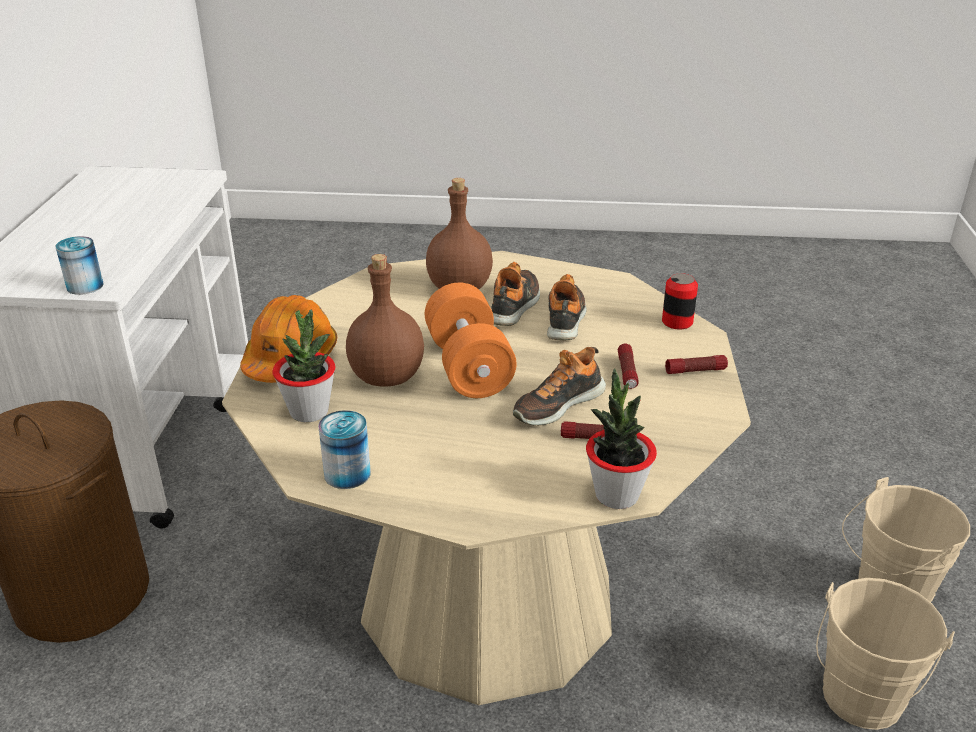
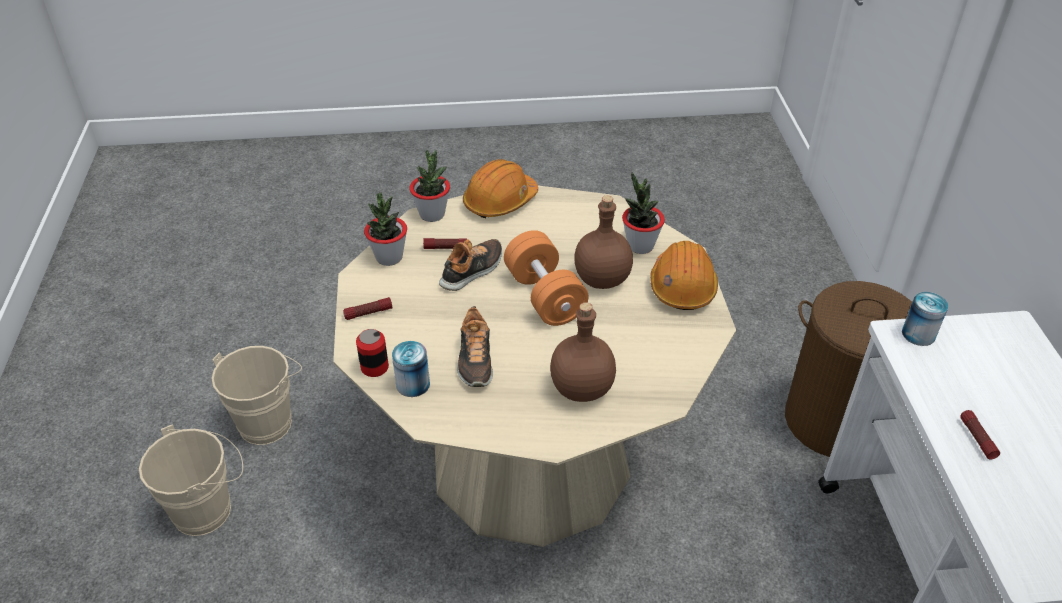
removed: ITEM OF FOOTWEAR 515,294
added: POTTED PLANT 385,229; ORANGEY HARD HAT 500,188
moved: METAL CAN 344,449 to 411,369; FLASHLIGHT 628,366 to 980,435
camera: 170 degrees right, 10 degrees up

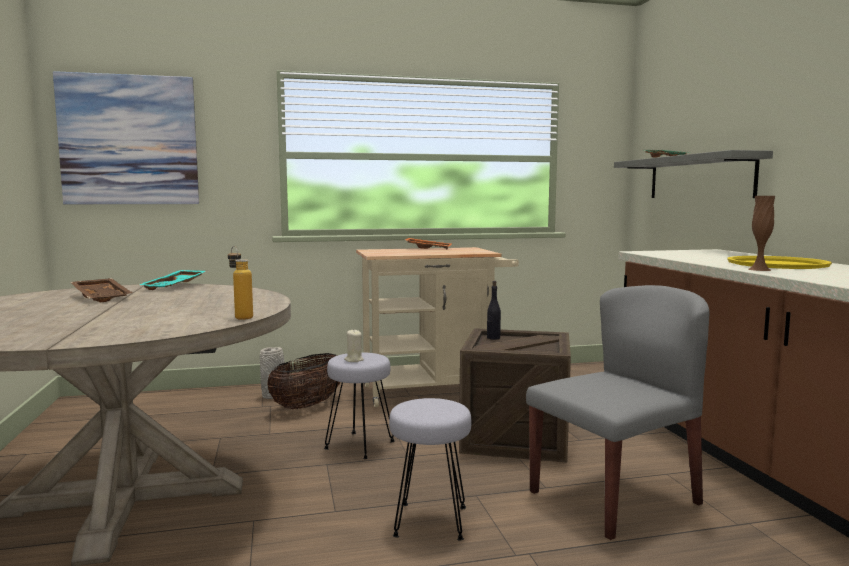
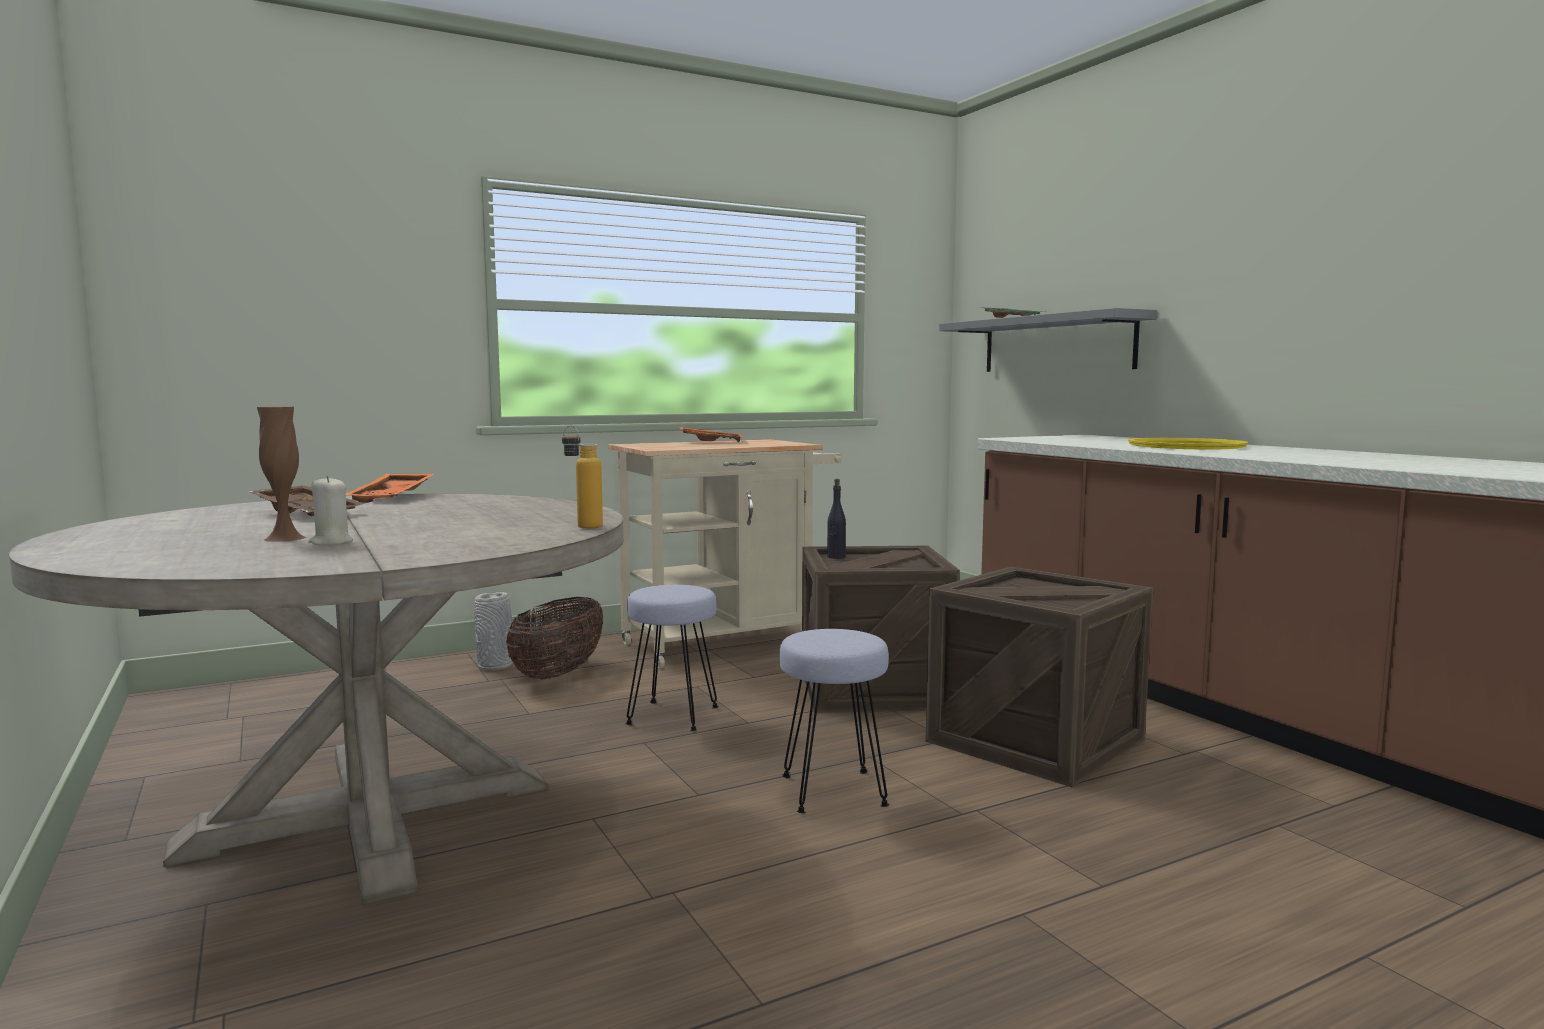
removed: WALL PICTURE 126,137
moved: BEIGE CANDLE 354,346 to 331,510; BROWNISH DECORATIVE VASE 761,233 to 281,474
replaced: GREY CHAIR 617,412 to PACKING CRATE 1039,677
recoloured: BLUE-GREEN SERVING TRAY 172,280 to ORANGEY SERVING TRAY 390,488
camera: 15 degrees left, 0 degrees up

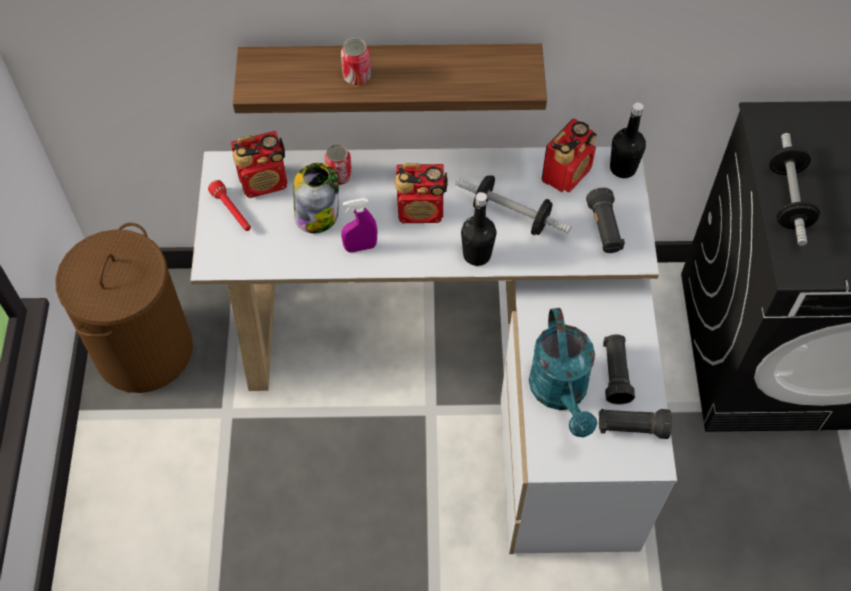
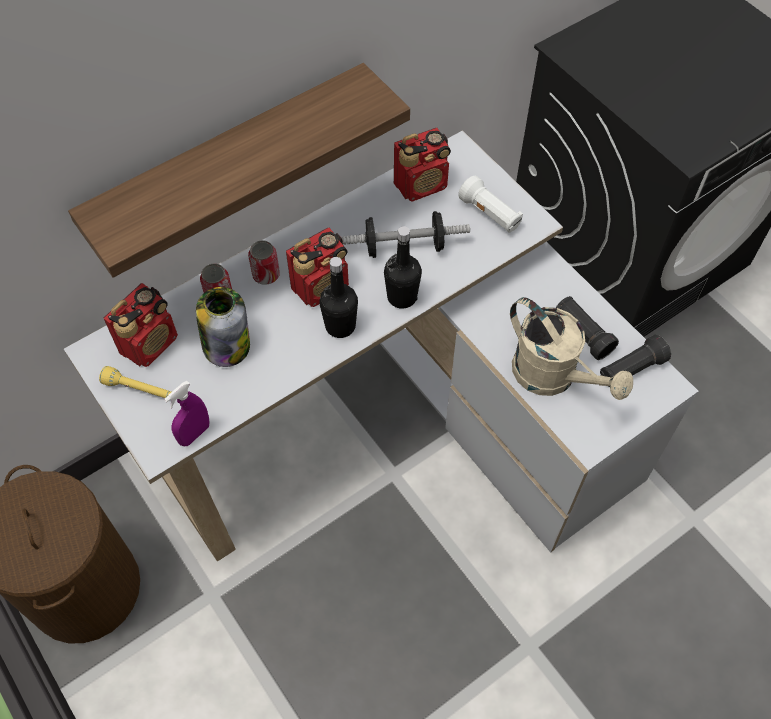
removed: HAND WEIGHT 794,189
moved: METAL CAN 356,61 to 264,263; PURPLE-COLOURED SPRAY BOTTLE 359,225 to 186,413; BLACKISH DRINK BOTTLE 628,140 to 338,297
recoloured: RED FLASHLIGHT 229,205 to YELLOW FLASHLIGHT 135,382; BLUE-GREEN WATERING CAN 563,372 to BEIGE WATERING CAN 571,348; BLACKISH FLASHLIGHT 605,220 to WHITE-COLOURED FLASHLIGHT 490,204
turned: RADIO RECEIVER 568,155 = 422,165 60 degrees clockwise
camera: 35 degrees left, 0 degrees up

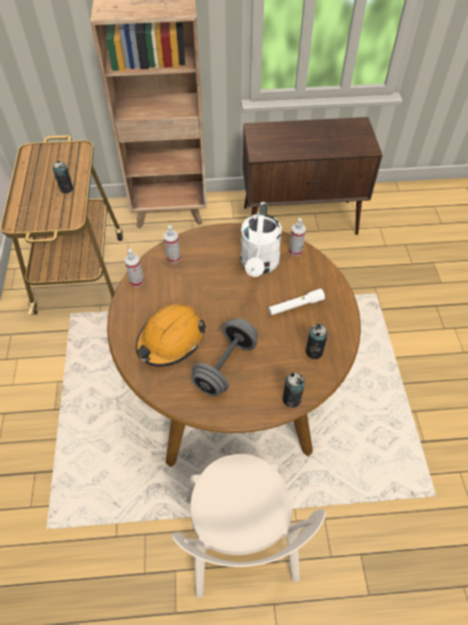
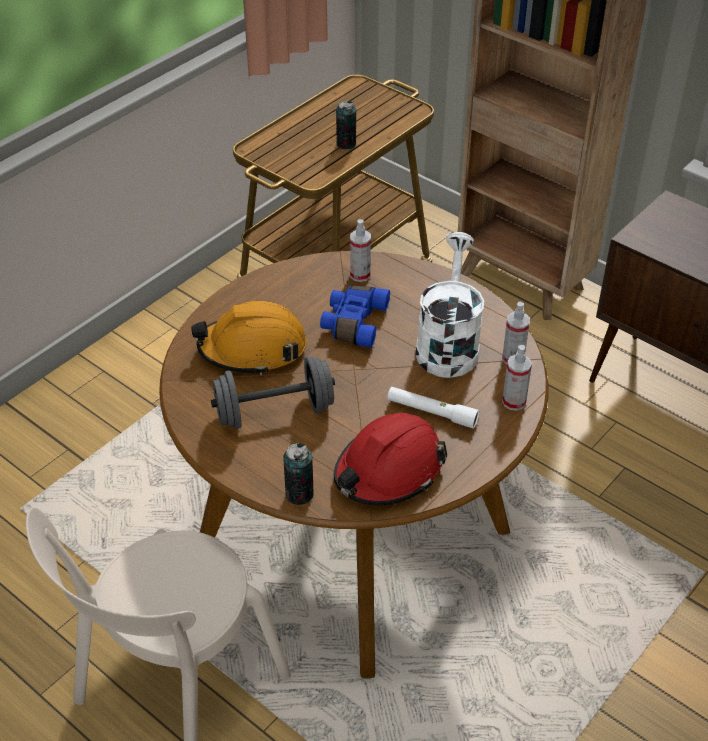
added: BLUE BINOCULARS 355,316
moved: SPRAY BOTTLE 134,268 to 517,378
replaced: METAL CAN 317,341 to RED HARD HAT 390,459
turned: WHITE-COLOURED WATERING CAN 261,239 = 449,305 135 degrees clockwise
camera: 45 degrees right, 10 degrees down

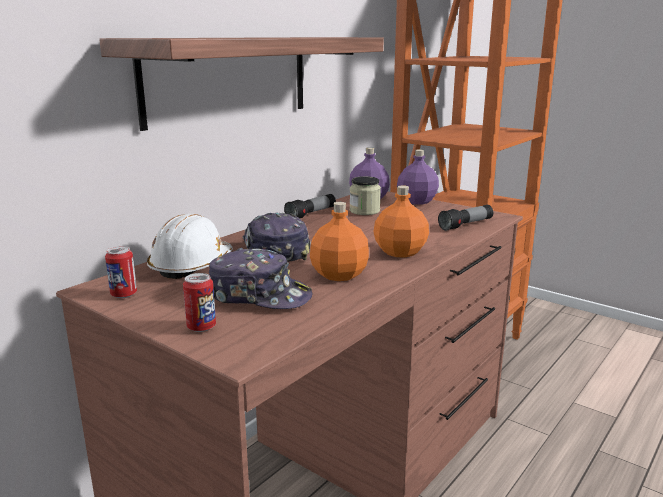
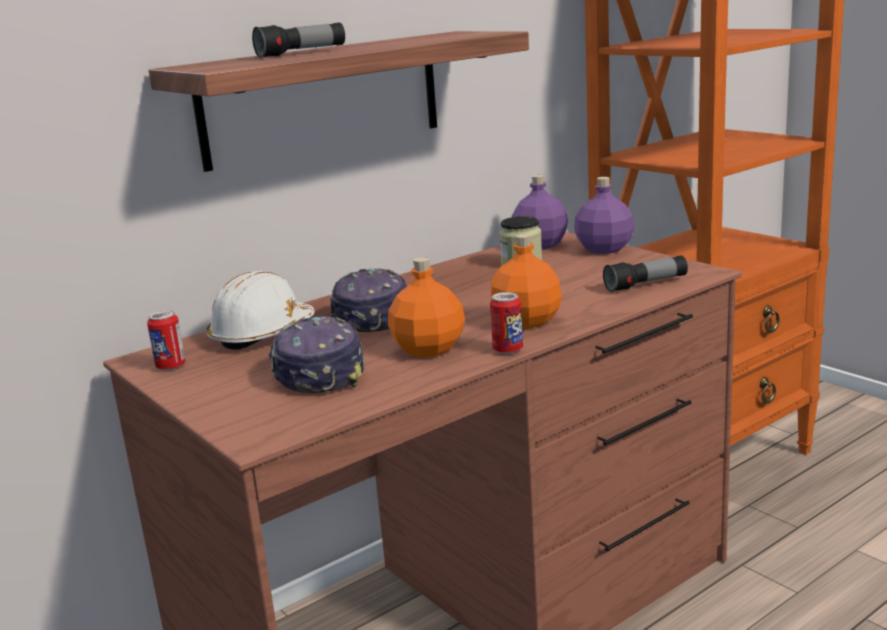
moved: METAL CAN 199,302 to 506,323; FLASHLIGHT 310,206 to 298,40
turned: CAP 260,278 = 316,354 135 degrees counterclockwise
camera: 15 degrees right, 0 degrees up

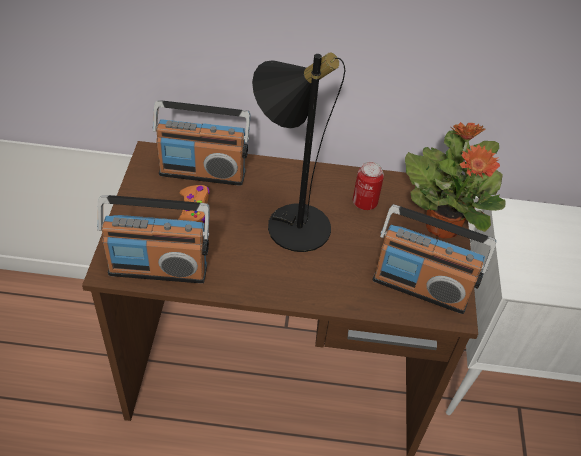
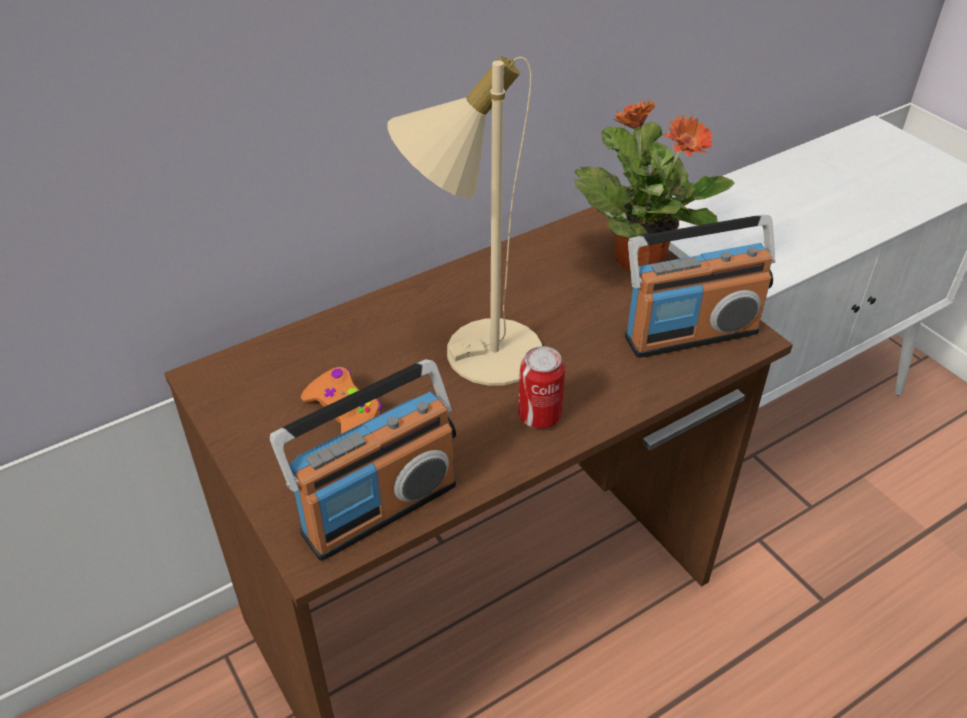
removed: RADIO RECEIVER 201,143
moved: METAL CAN 368,186 to 541,387
recoloured: BLACKISH TABLETOP LAMP 298,152 to BEIGE TABLETOP LAMP 465,221
camera: 35 degrees left, 5 degrees down

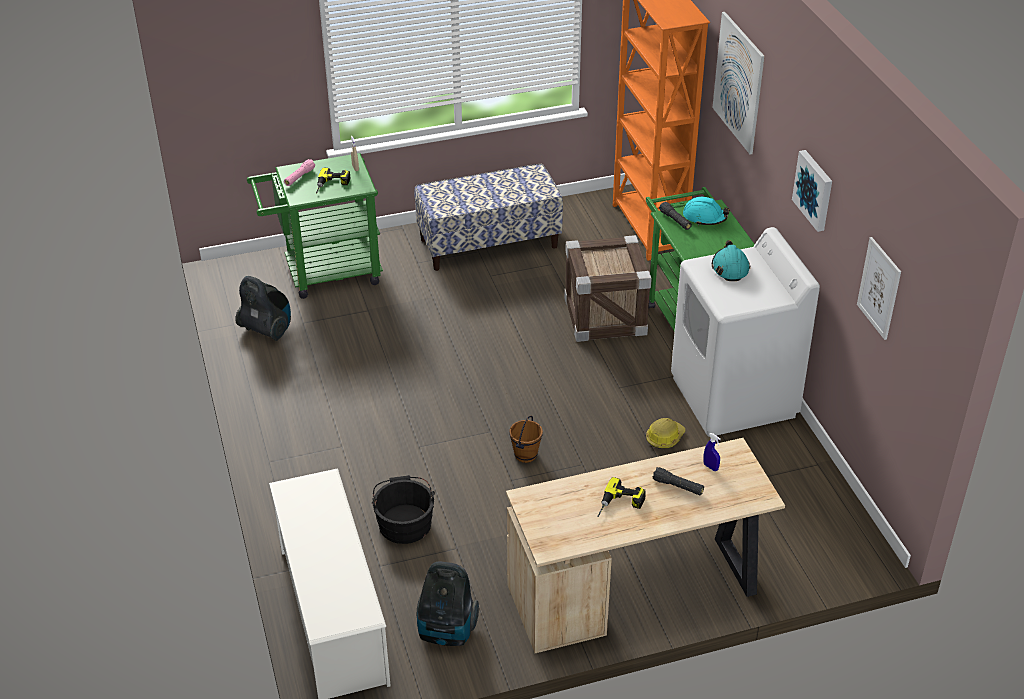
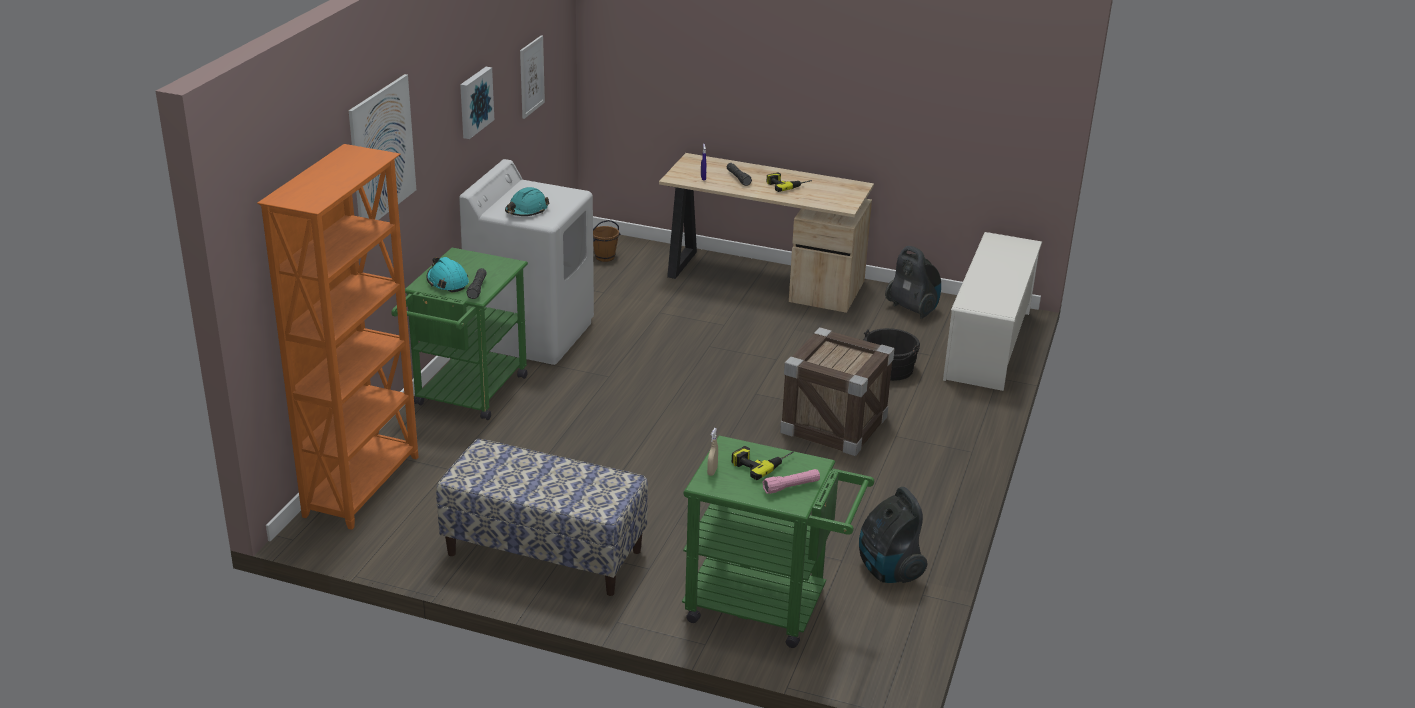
removed: HARD HAT 665,433
moved: BROWNISH BUCKET 526,439 to 606,241; PACKING CRATE 608,288 to 837,391
camera: 145 degrees left, 10 degrees down

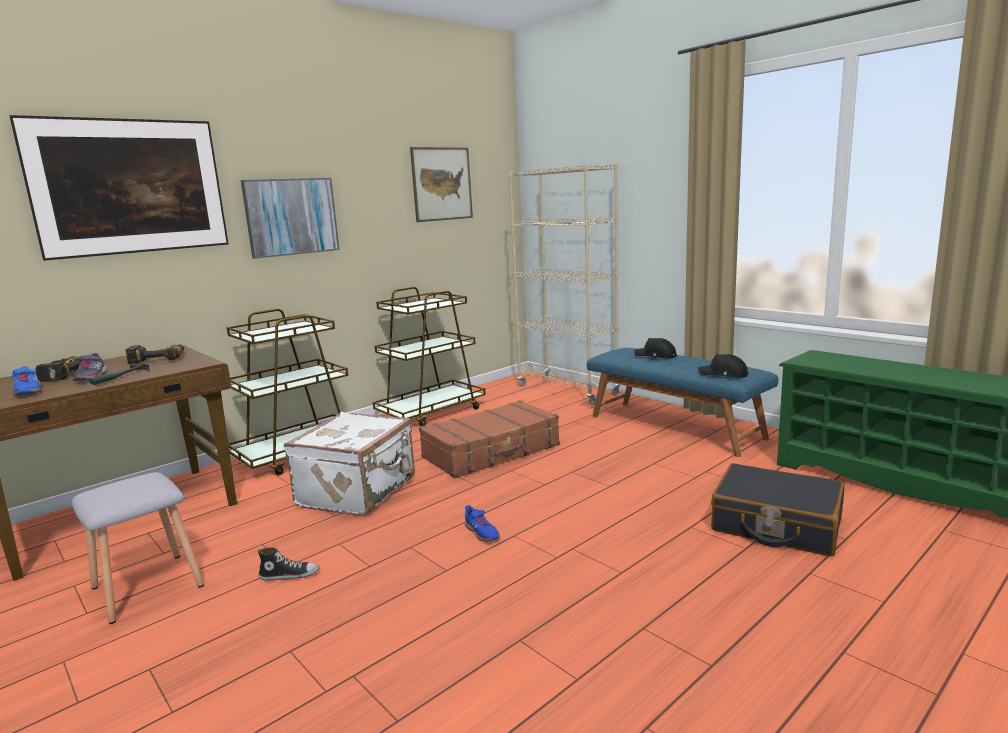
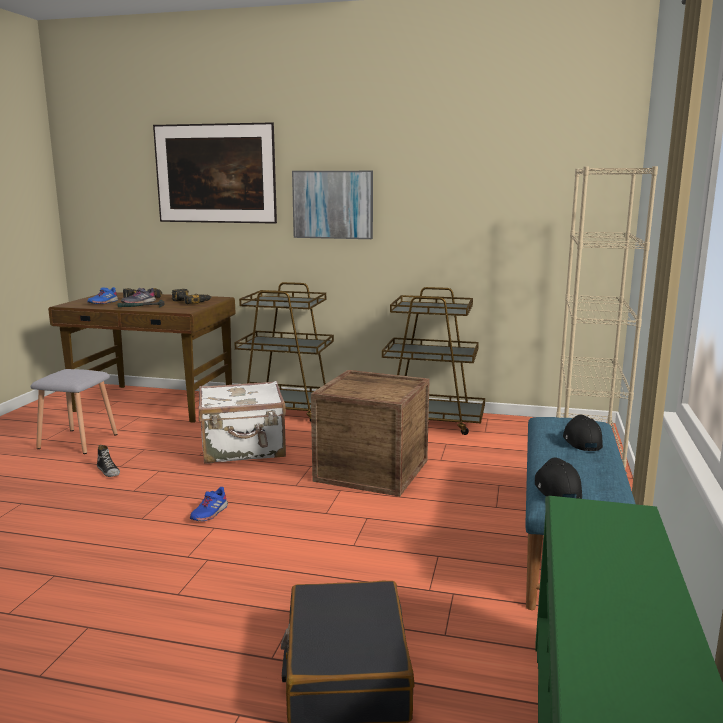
removed: WALL PICTURE 441,184
replaced: BROWNISH PIECE OF LUGGAGE 489,439 to PACKING CRATE 370,433
camera: 55 degrees right, 0 degrees up

